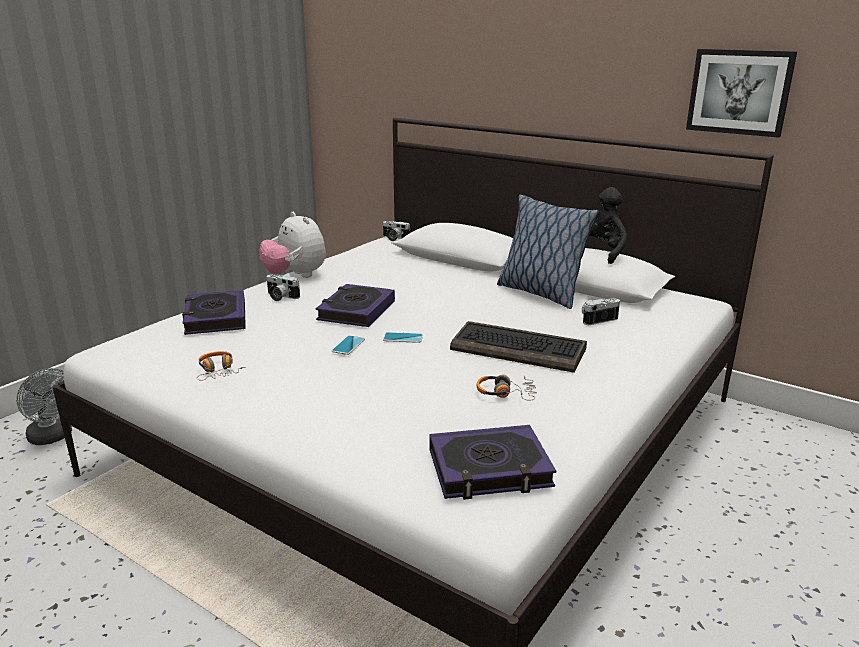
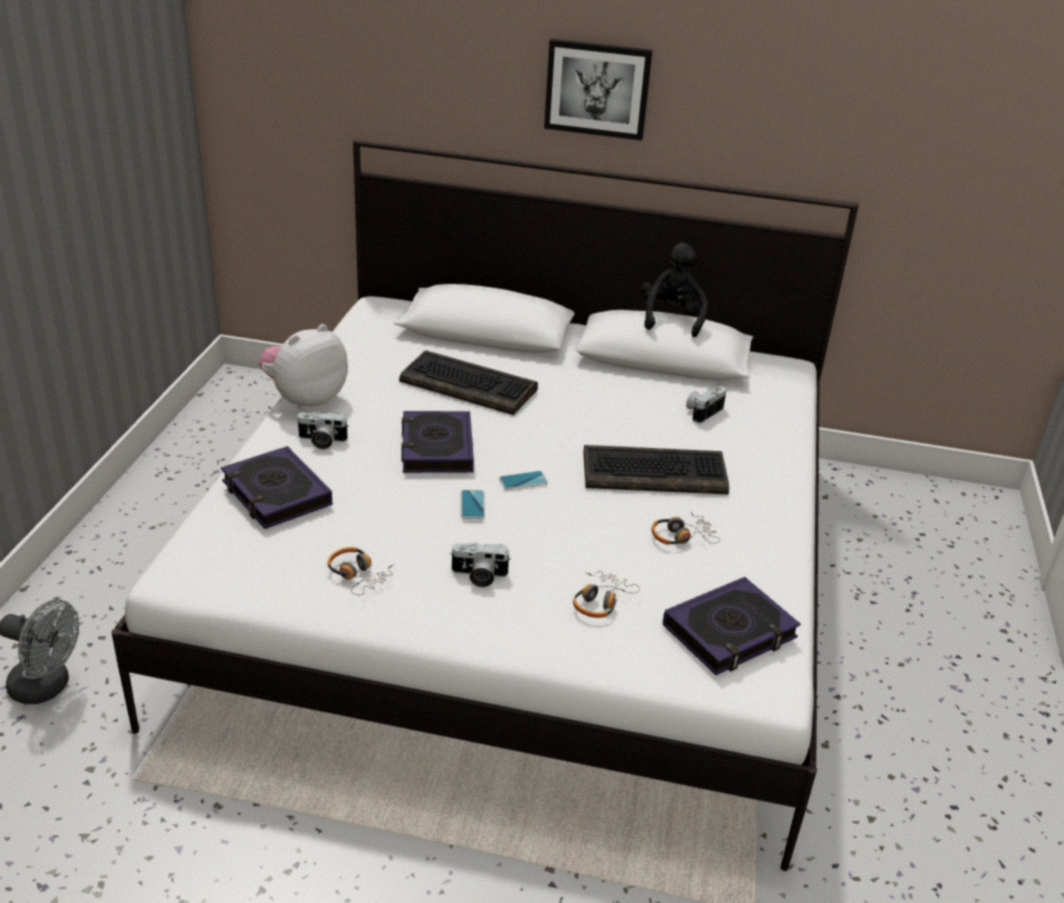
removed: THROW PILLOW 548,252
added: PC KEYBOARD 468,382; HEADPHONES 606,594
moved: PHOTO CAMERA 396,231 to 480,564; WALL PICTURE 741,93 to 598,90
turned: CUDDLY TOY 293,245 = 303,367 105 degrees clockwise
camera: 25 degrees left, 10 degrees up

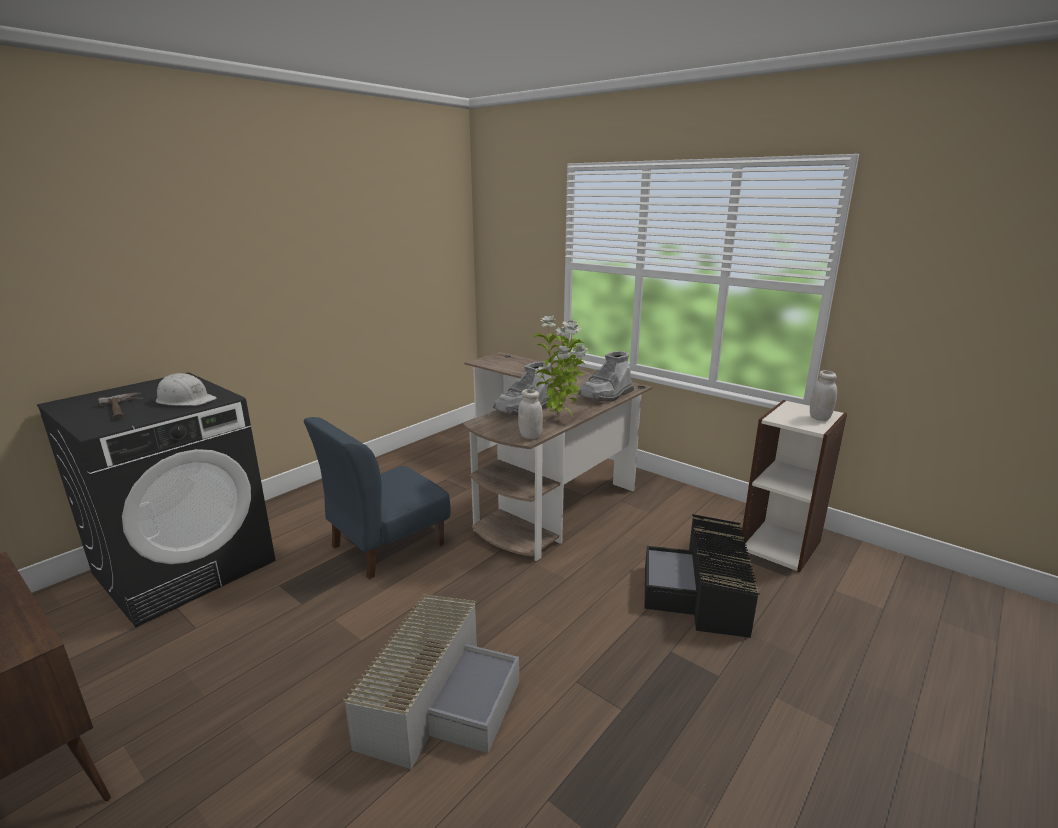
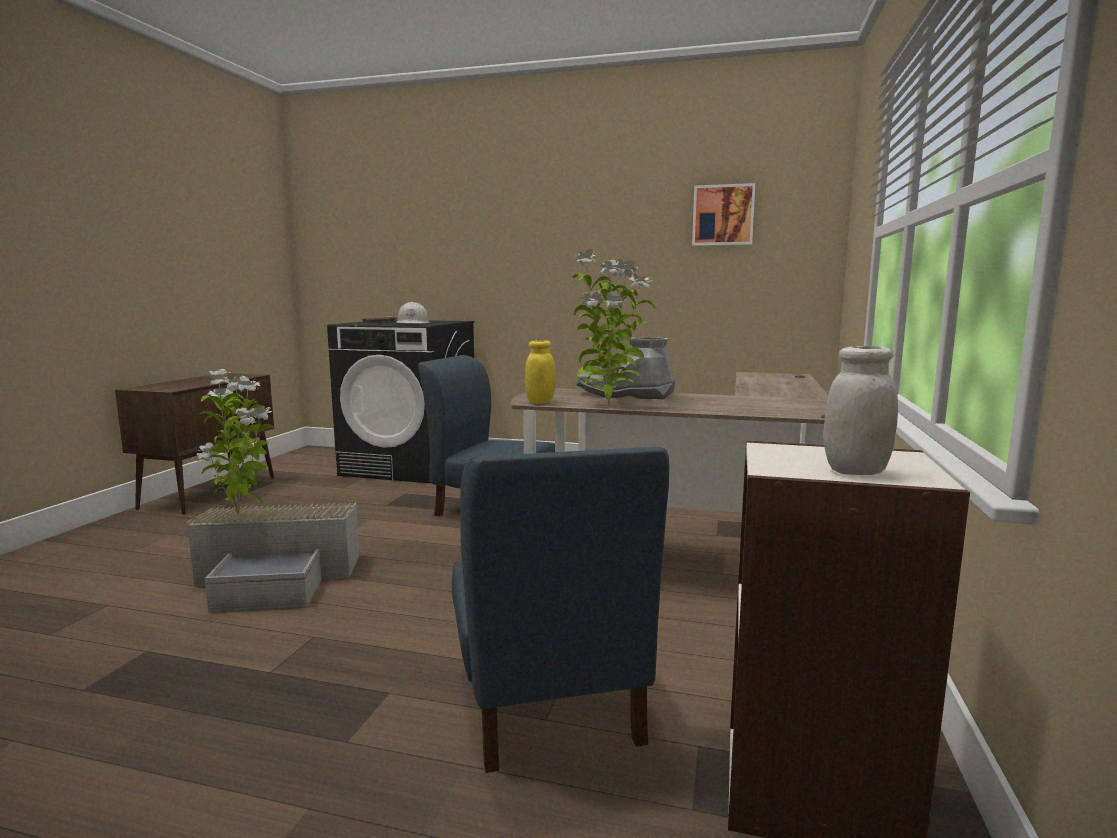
removed: GREY BOOT 606,376
added: POTTED PLANT 235,442; WALL PICTURE 723,214
replaced: BLACKISH STORAGE BIN 702,576 to BLUE CHAIR 560,610
recoloured: WHITE-COLOURED PRESERVE JAR 530,414 to YELLOW PRESERVE JAR 540,372
camera: 65 degrees right, 10 degrees down

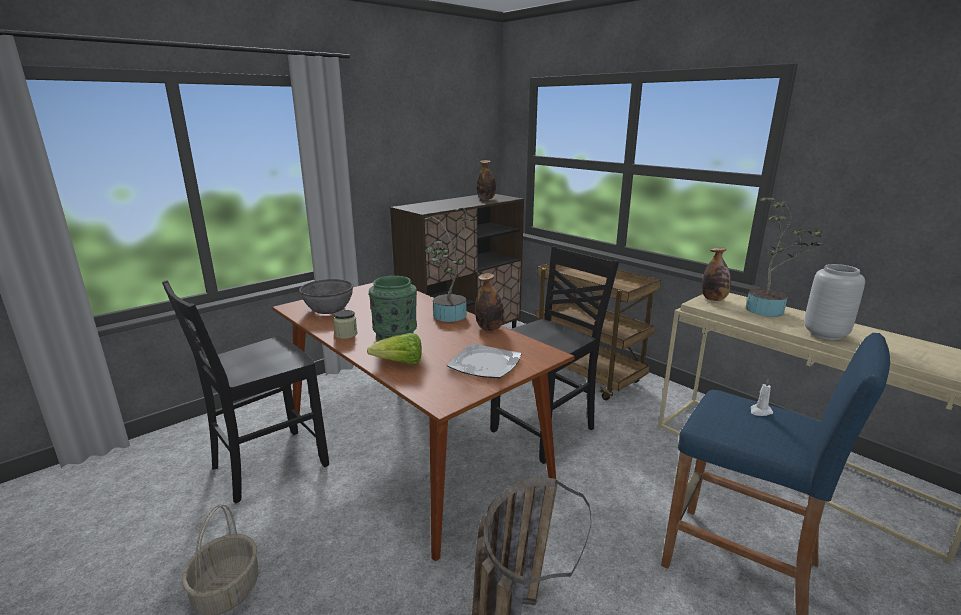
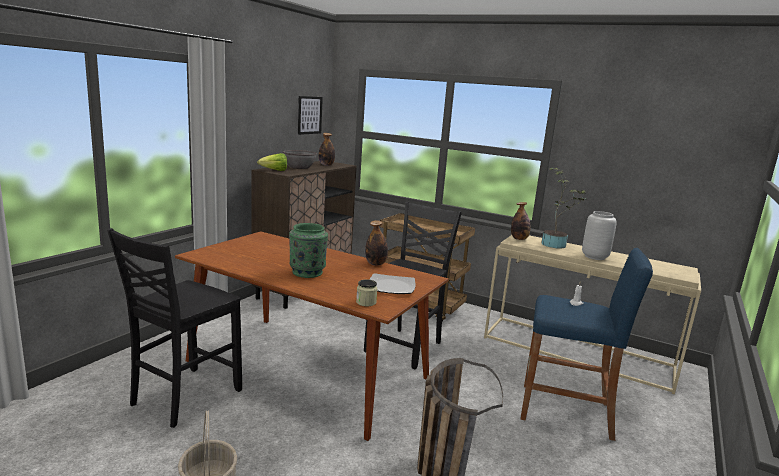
removed: POTTED PLANT 450,265
added: WALL PICTURE 310,115
moved: GREY SERVING BOWL 326,296 to 300,159; PRESERVE JAR 345,324 to 366,292; LETTUCE 394,349 to 272,162
camera: 20 degrees left, 5 degrees down

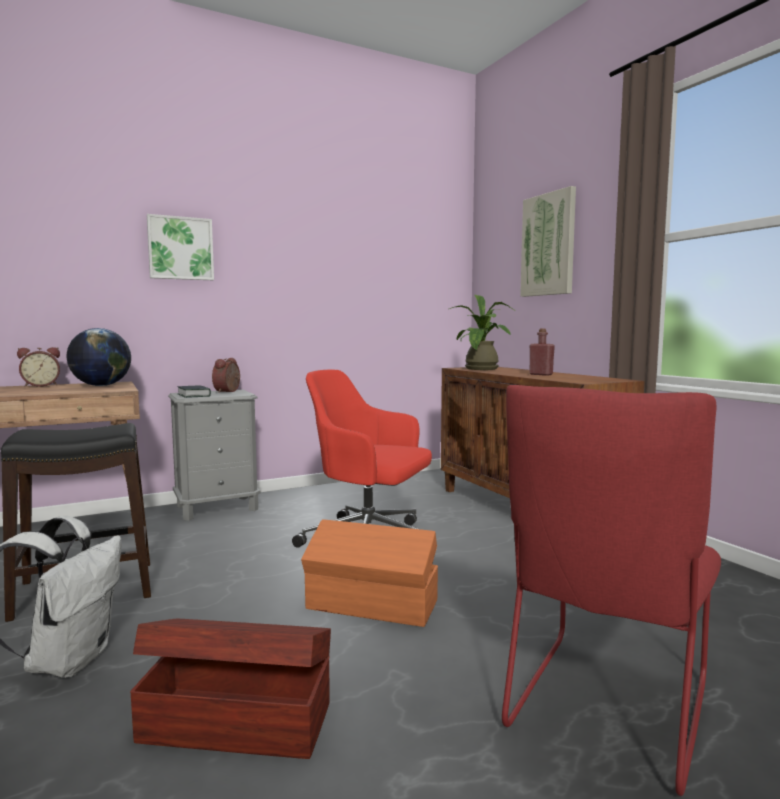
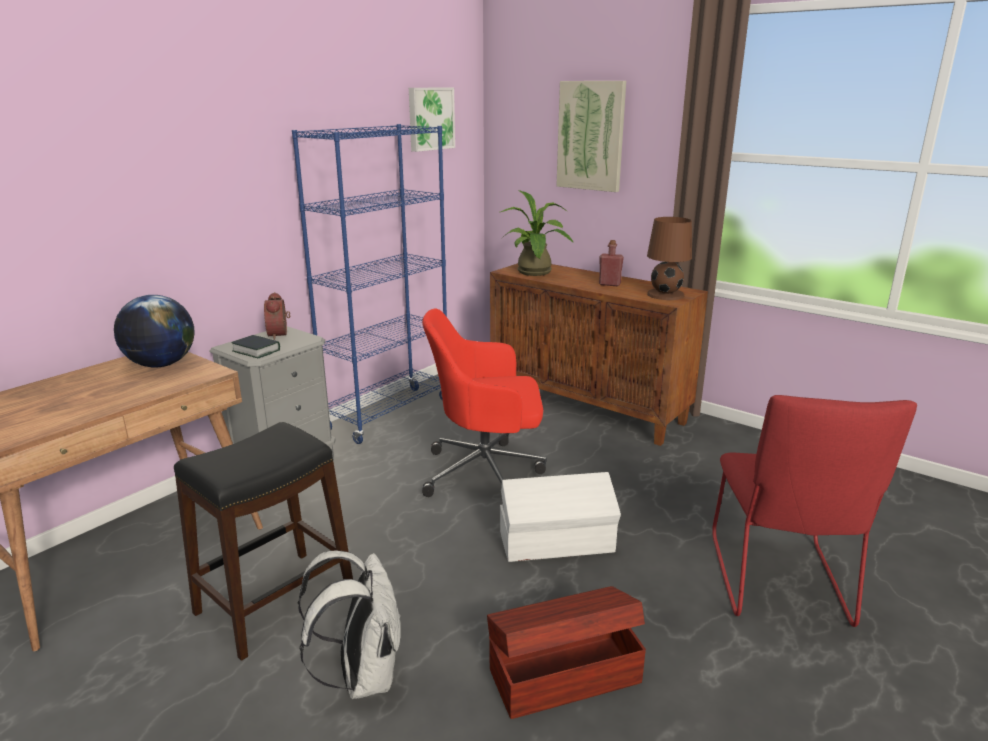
removed: ALARM CLOCK 38,367
added: BLUE BOOKSHELF 369,284; BROWNISH TABLETOP LAMP 669,258
moved: WALL PICTURE 180,247 to 432,120
recoloured: ORANGEY STORAGE BIN 369,573 to WHITE-COLOURED STORAGE BIN 560,517
camera: 25 degrees left, 15 degrees up

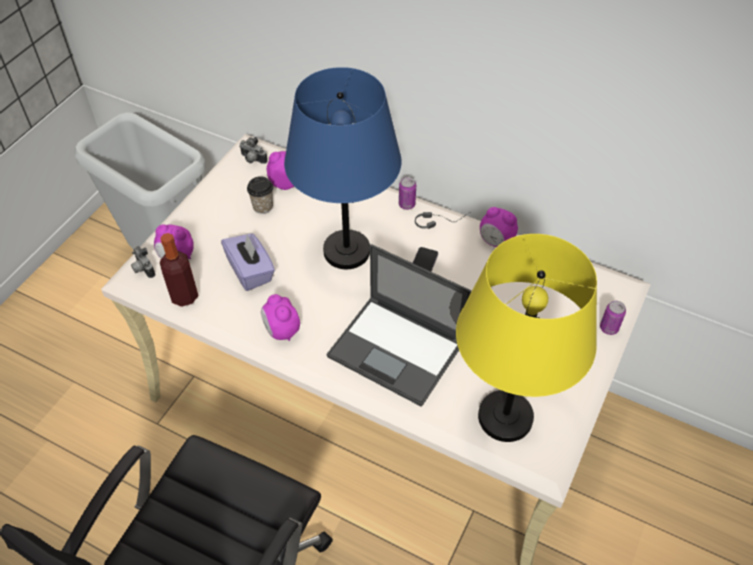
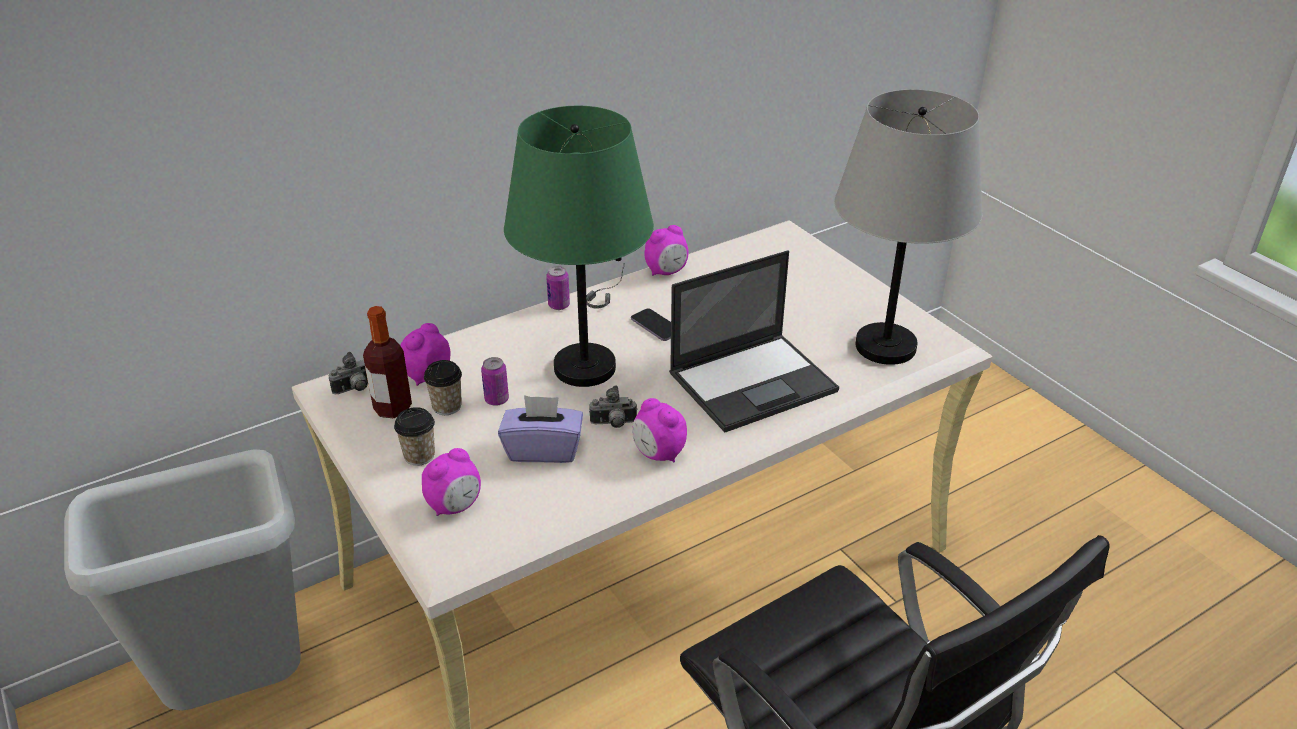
added: CUP 414,436
moved: PHOTO CAMERA 143,261 to 613,406; DRINK BOTTLE 179,270 to 387,362; METAL CAN 613,318 to 495,381
recoloured: BLUE TABLETOP LAMP 343,168 to GREEN TABLETOP LAMP 579,246; YELLOW TABLETOP LAMP 526,338 to GREY TABLETOP LAMP 908,227
turned: ALARM CLOCK 280,317 = 659,430 45 degrees clockwise
camera: 60 degrees left, 15 degrees down

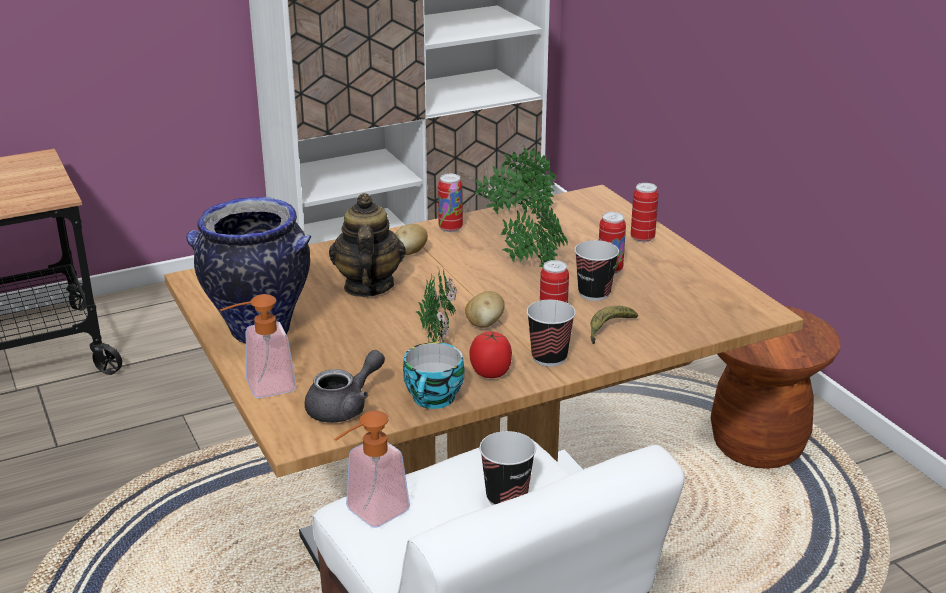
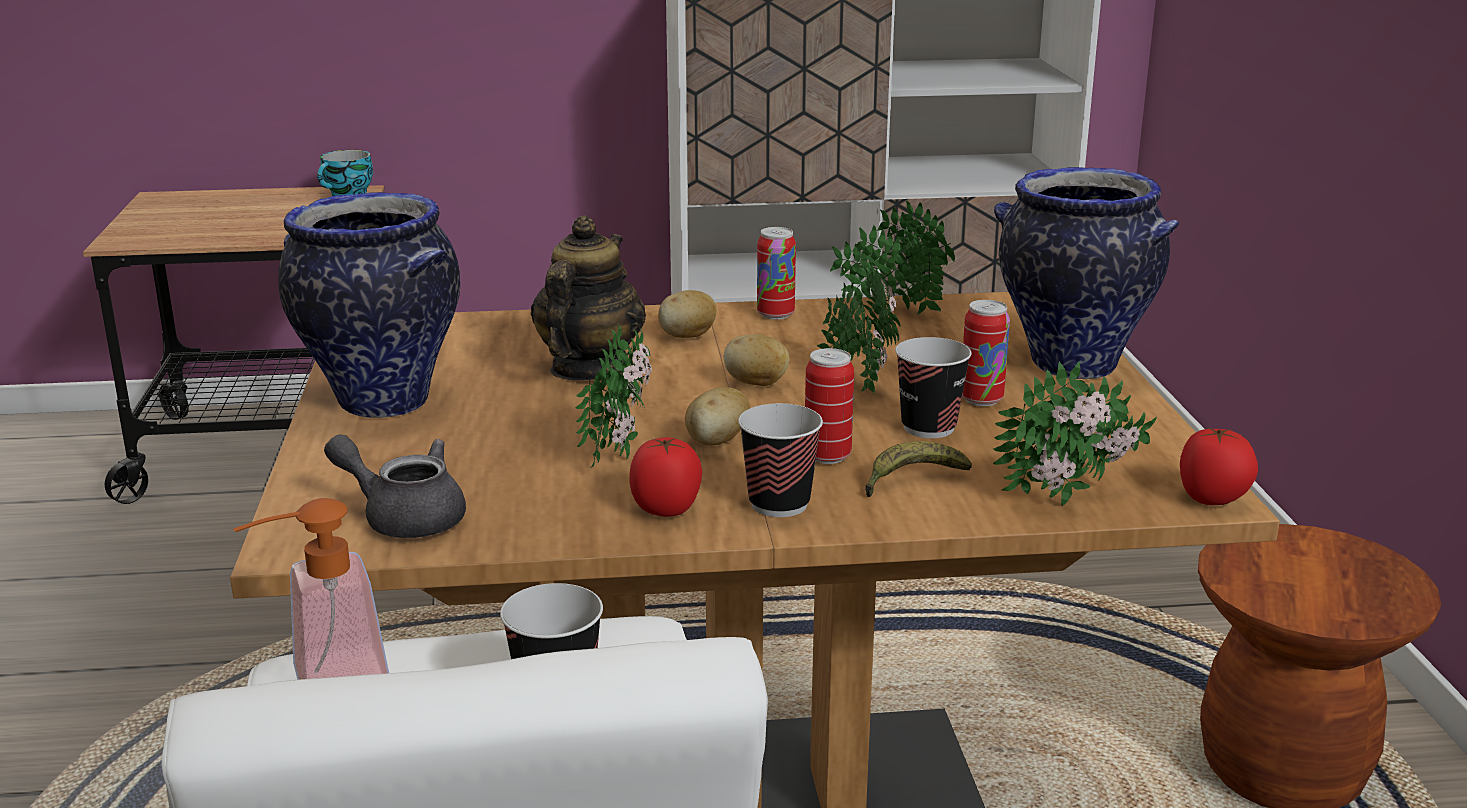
removed: SOAP DISPENSER 258,346
added: SPUD 756,360; POTTED PLANT 1074,434; TOMATO 1219,466
moved: CUP 434,375 to 345,173
replaced: METAL CAN 644,212 to DECORATIVE VASE 1086,273
turned: GREY TEAPOT 345,386 = 395,486 135 degrees counterclockwise
camera: 20 degrees right, 5 degrees down

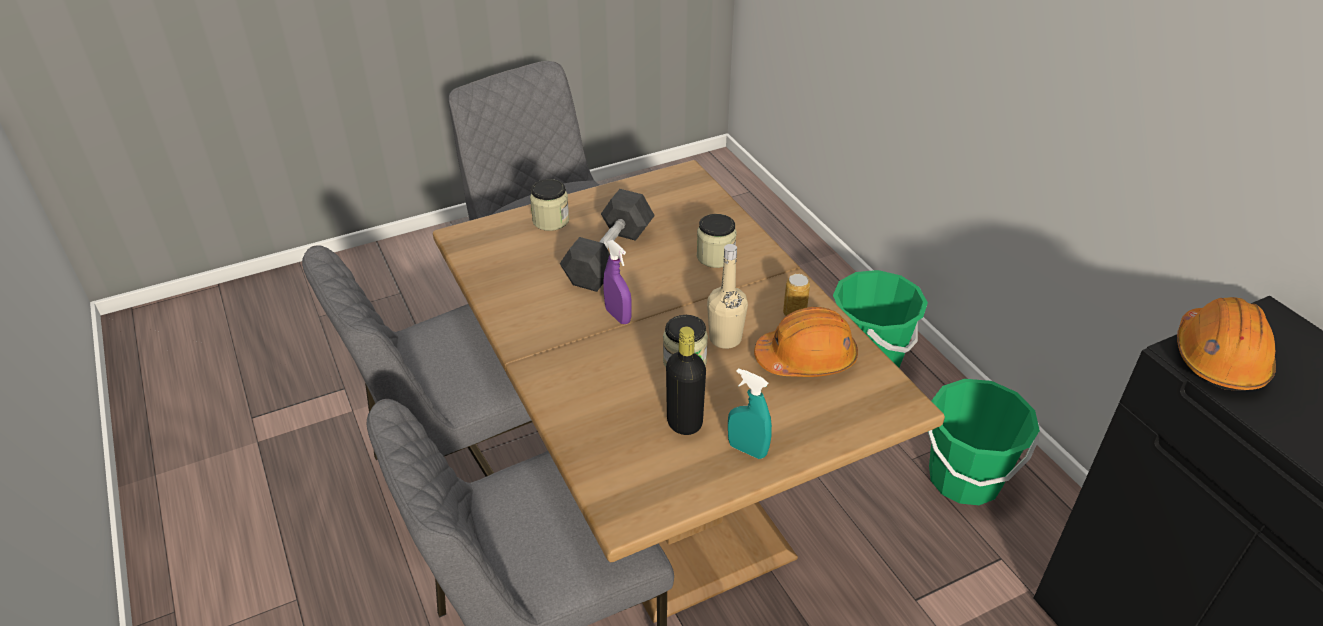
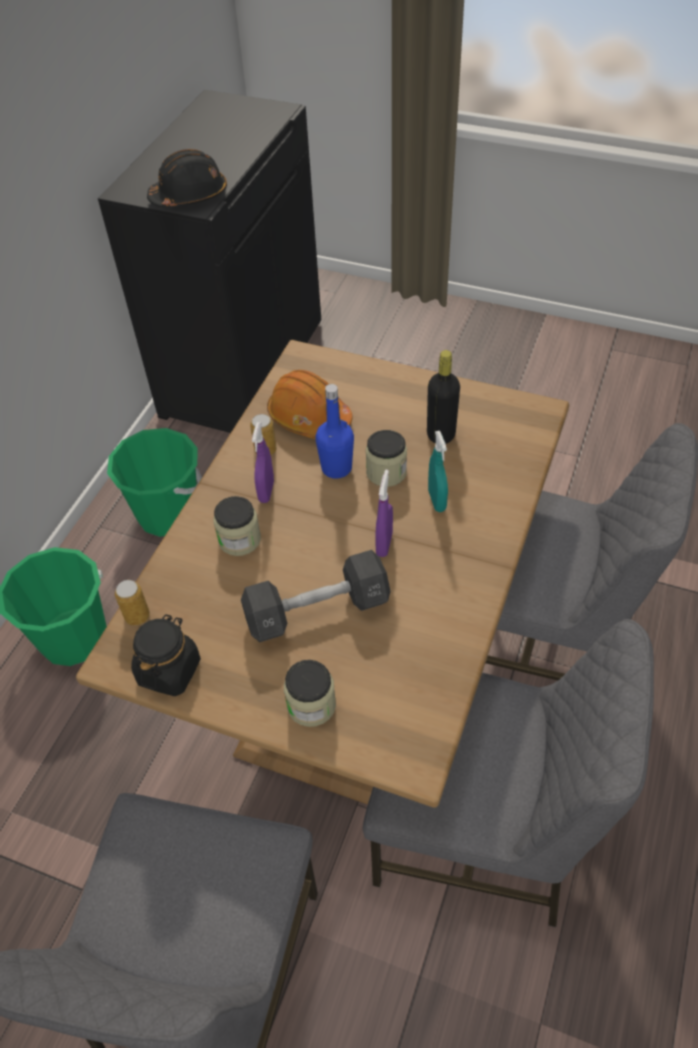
added: METAL CAN 132,602; BLACKISH PRESERVE JAR 166,655; PURPLE-COLOURED SPRAY BOTTLE 263,462
moved: BLUE-GREEN SPRAY BOTTLE 750,413 to 438,471
recoloured: BEIGE DRINK BOTTLE 727,296 to BLUE DRINK BOTTLE 334,431; ORANGEY HARD HAT 1226,344 to BLACKISH HARD HAT 187,178
camera: 130 degrees left, 10 degrees up

